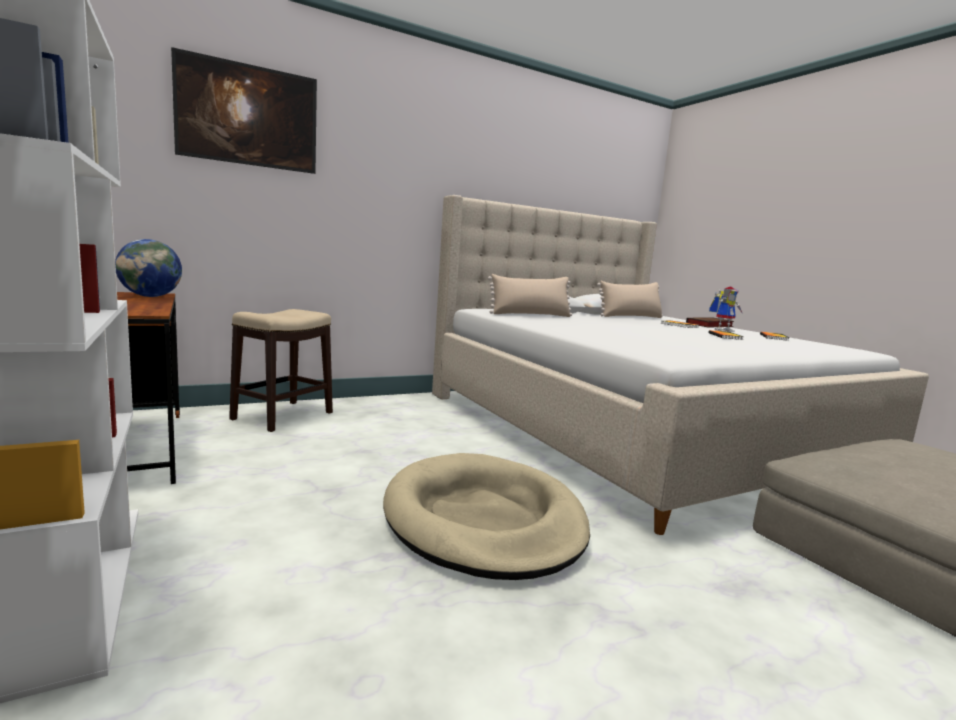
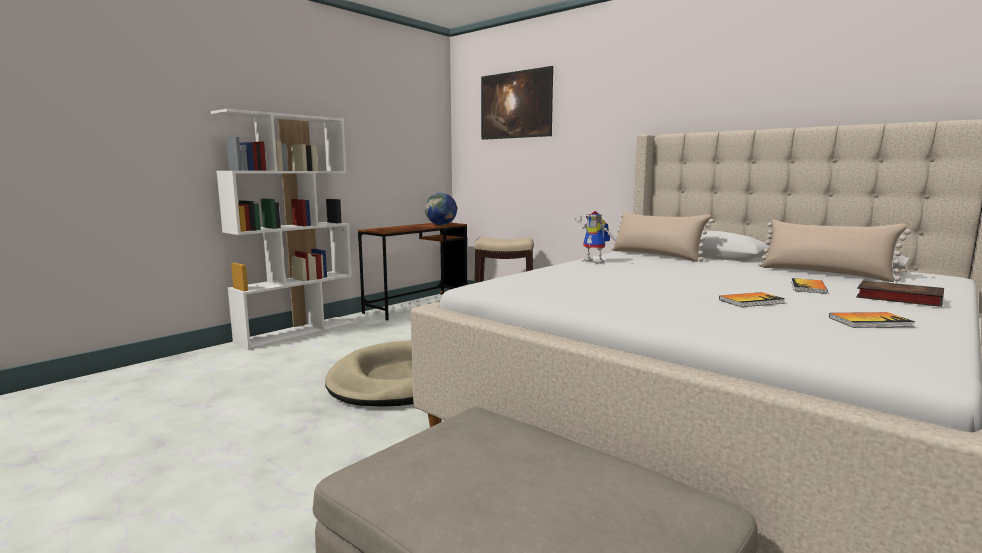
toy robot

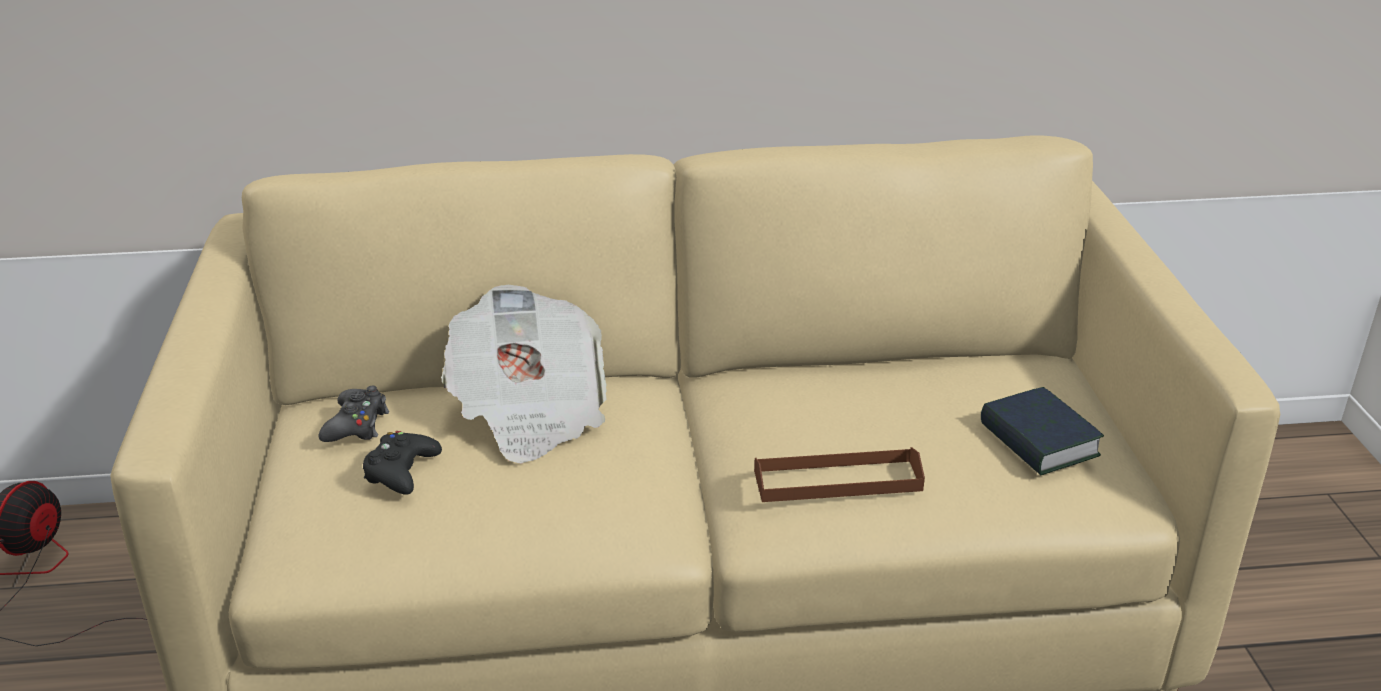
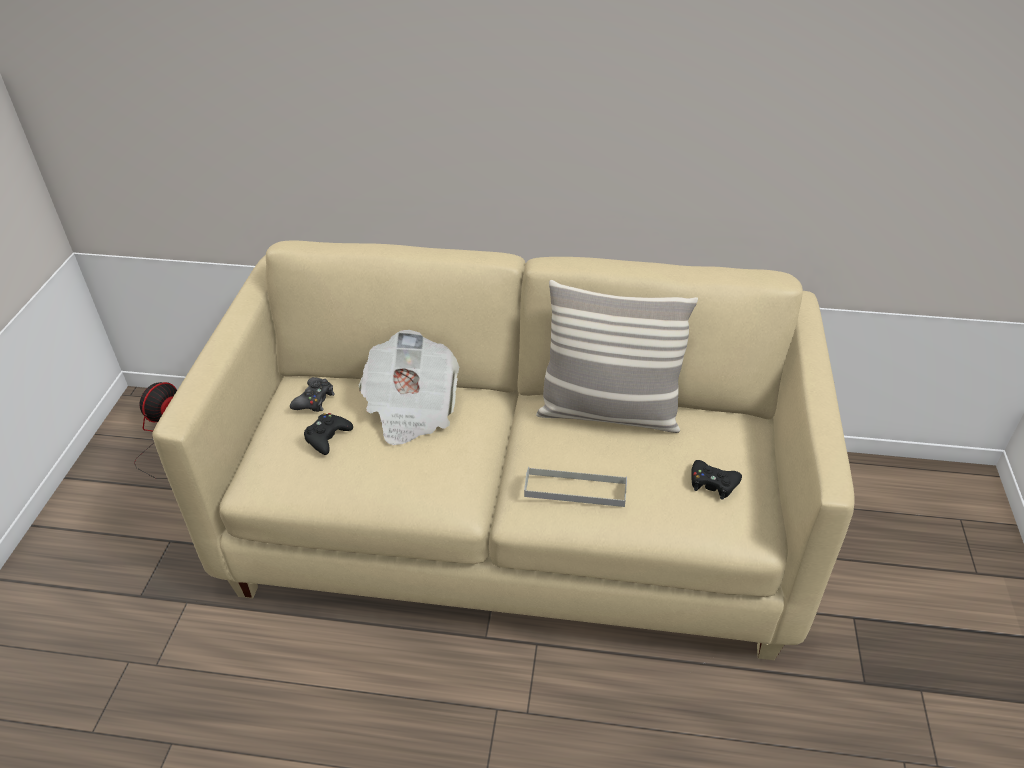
tray/grey
game controller/black (no. 3 from left)
pillow

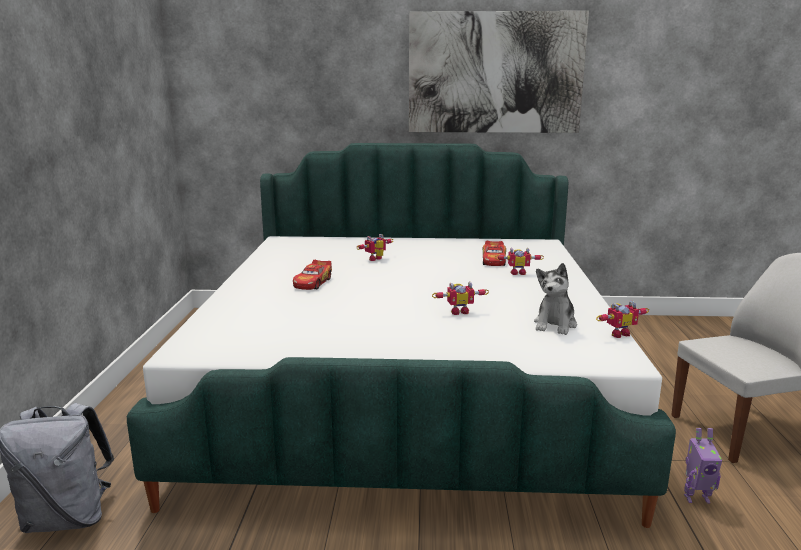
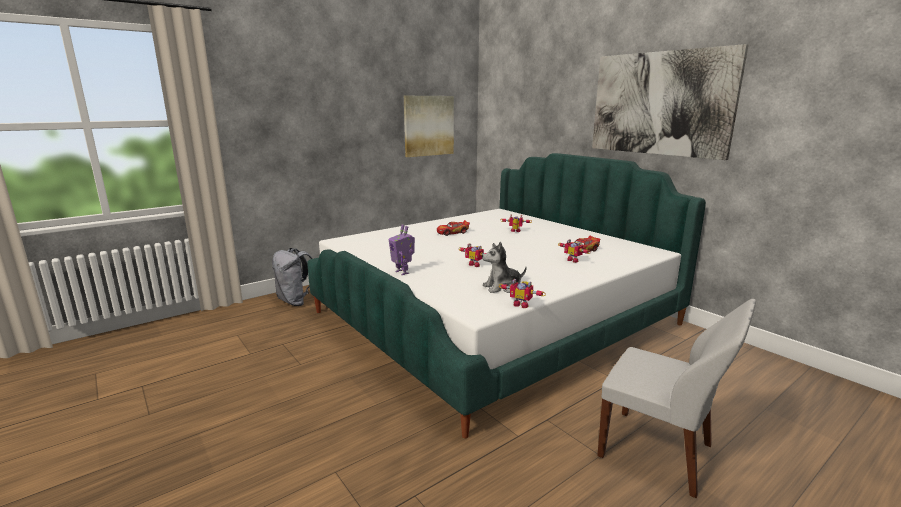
toy robot (no. 1 from left)
picture (no. 1 from left)

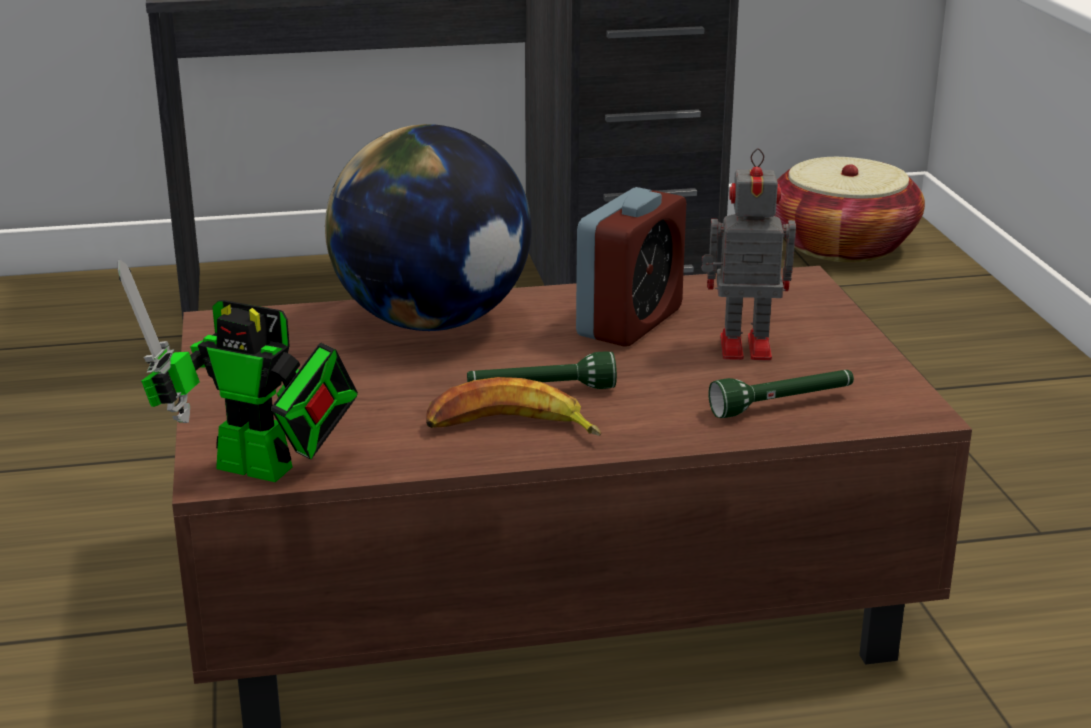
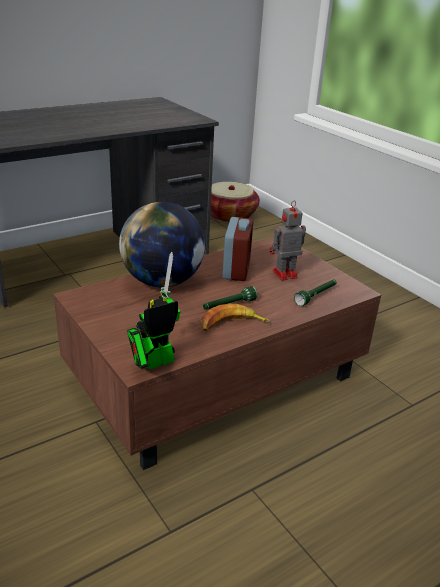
toy robot (no. 1 from left)

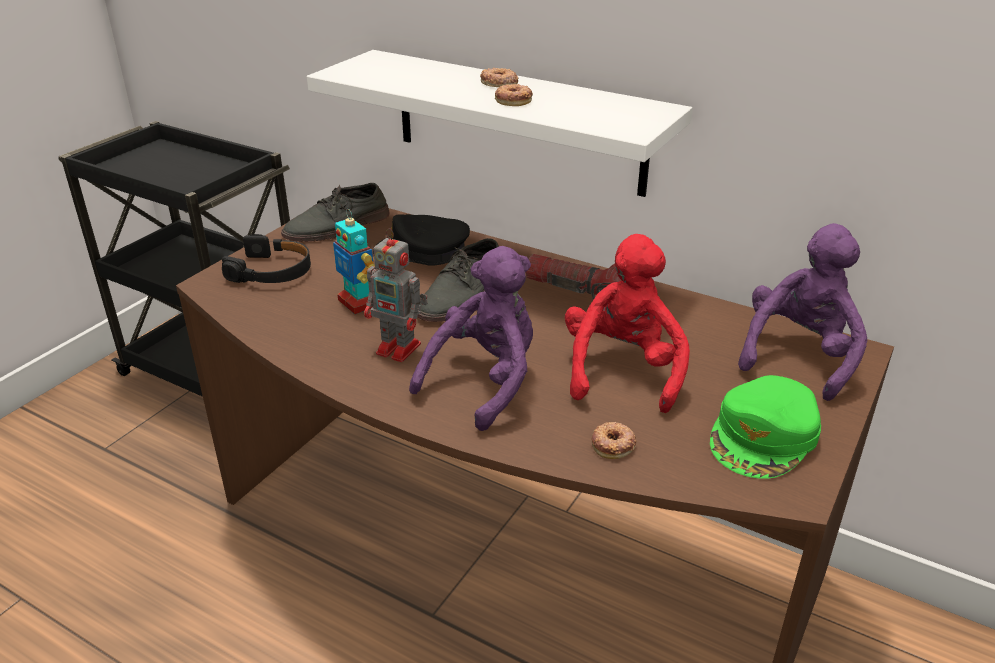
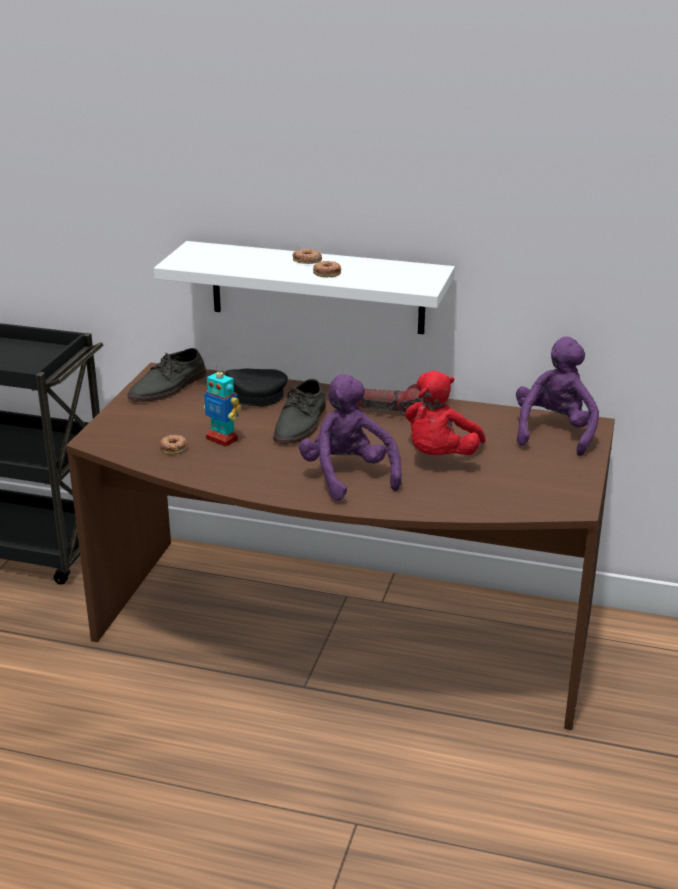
headphones/black
toy robot (no. 2 from left in the first image)
plush toy/purple (no. 1 from left)
plush toy/red
donut (no. 1 from left)
cap/green

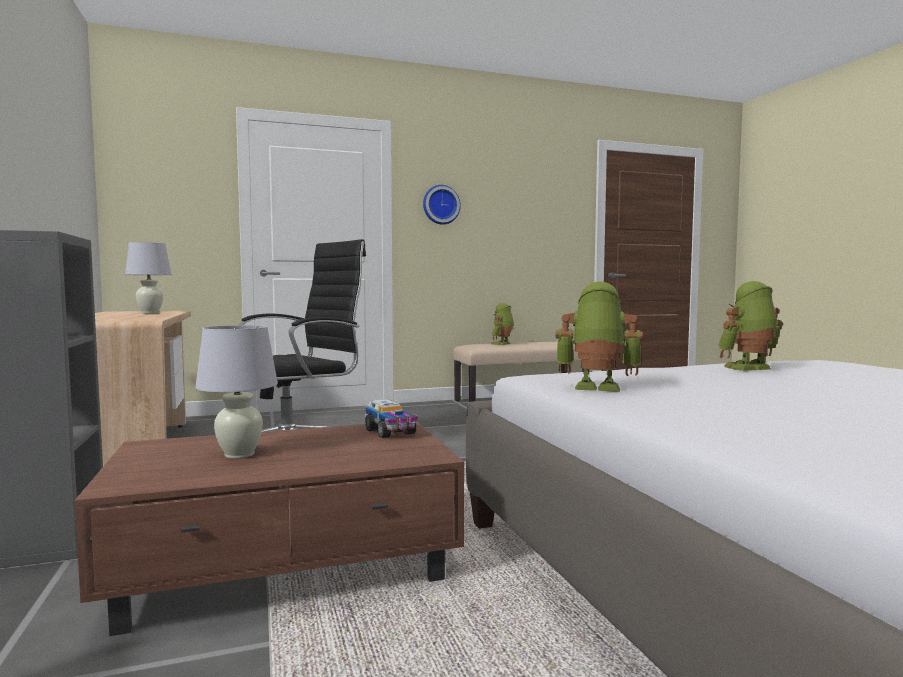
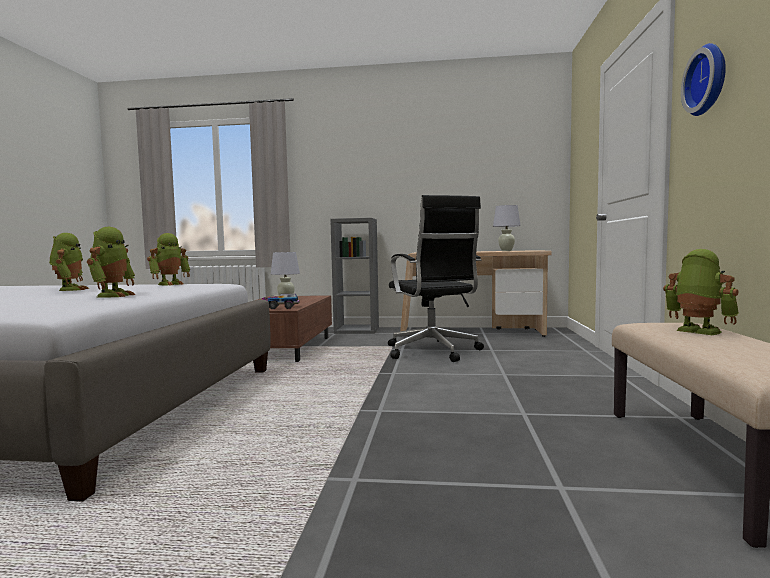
toy robot (no. 1 from left)

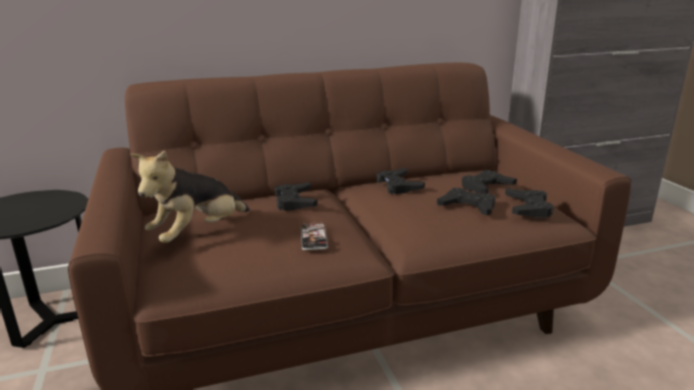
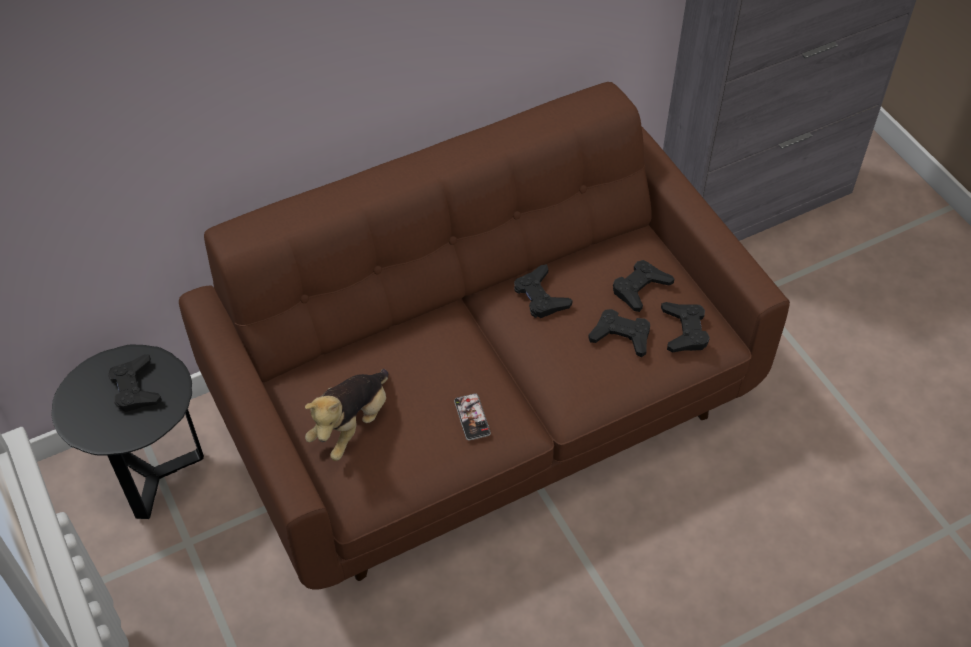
game controller/black (no. 1 from left)

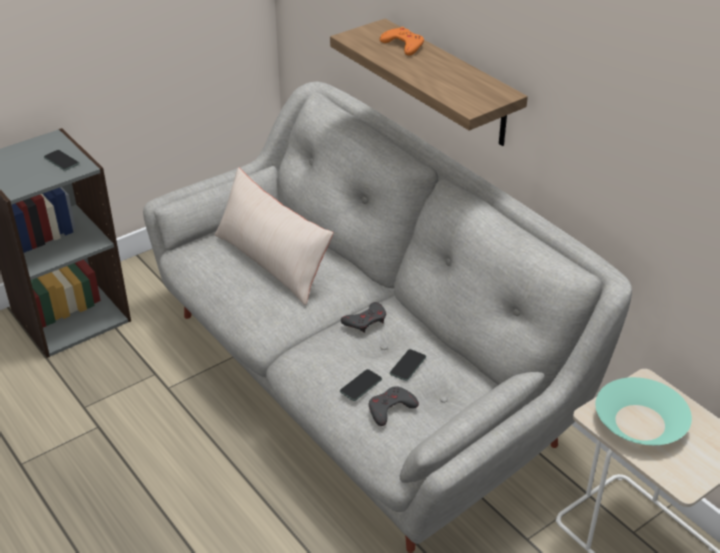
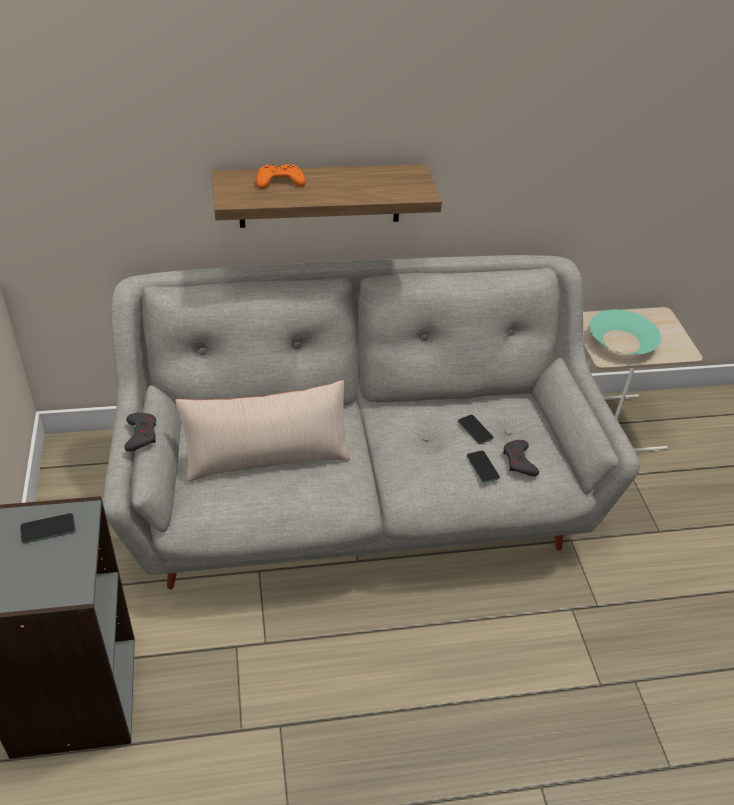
game controller/grey (no. 1 from left)

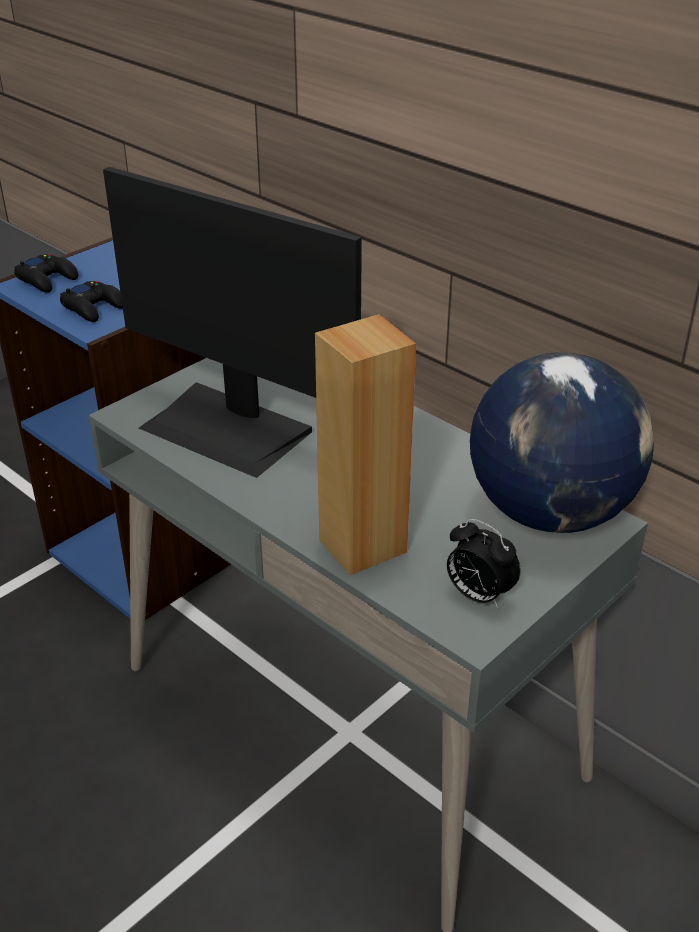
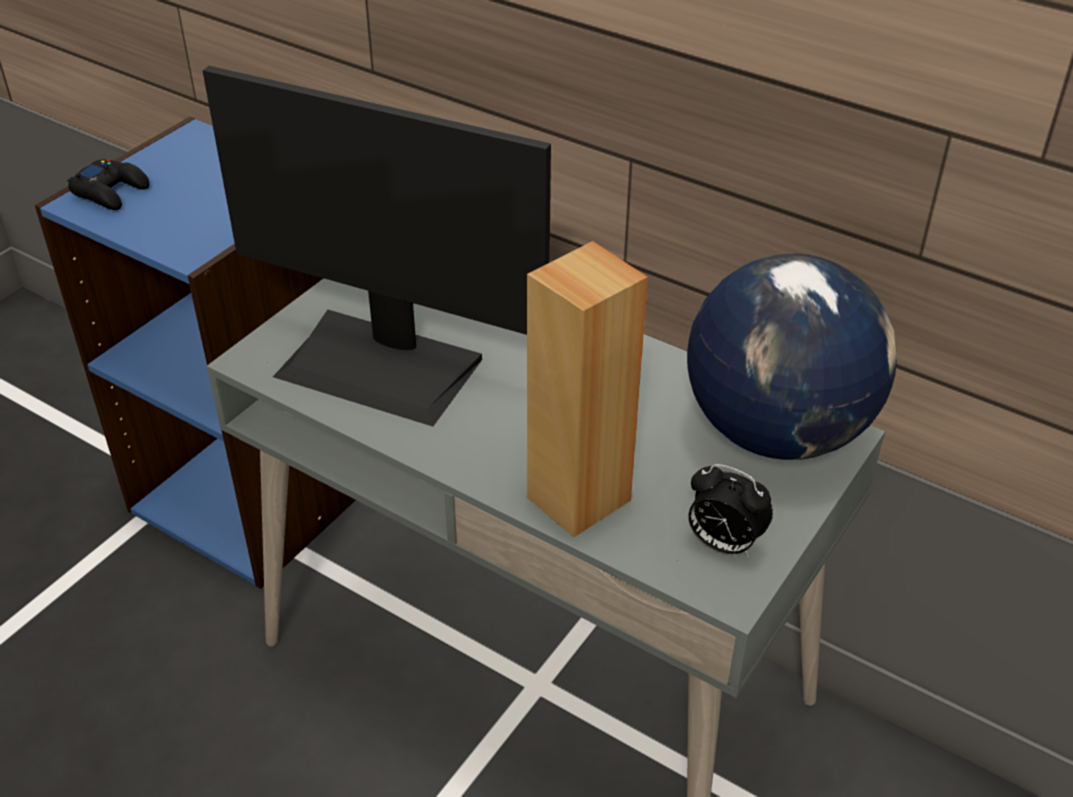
game controller/black (no. 2 from left in the first image)

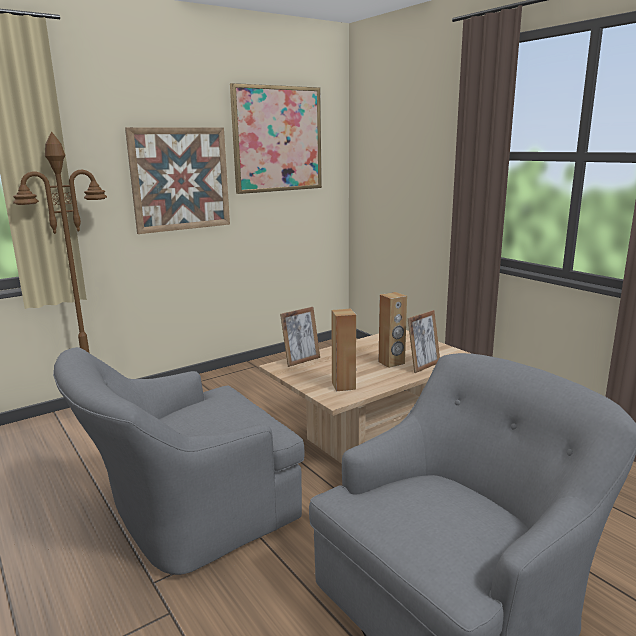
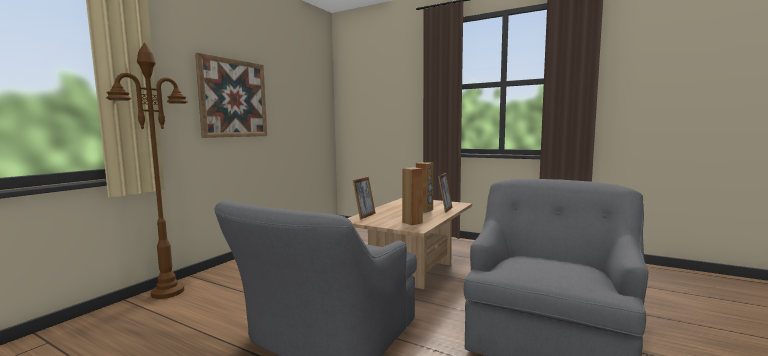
picture (no. 2 from left in the first image)

